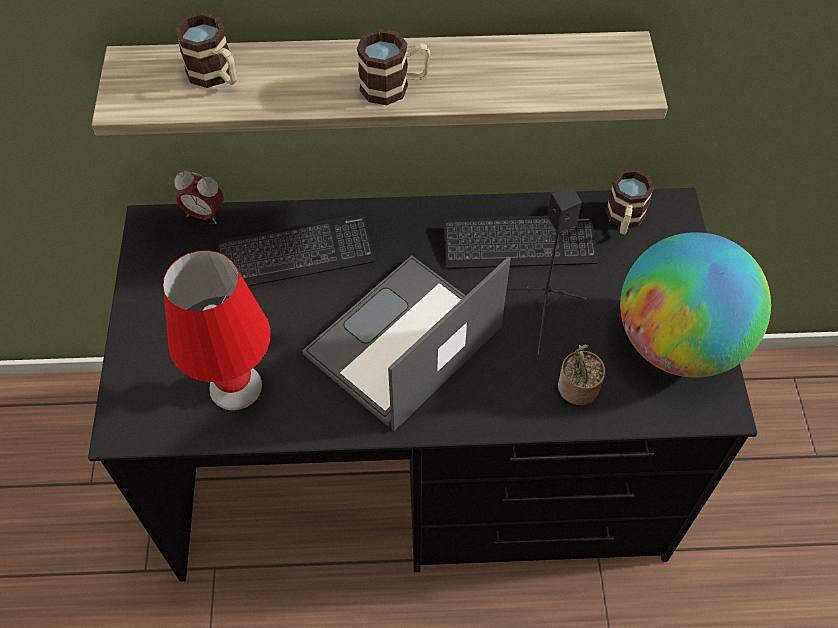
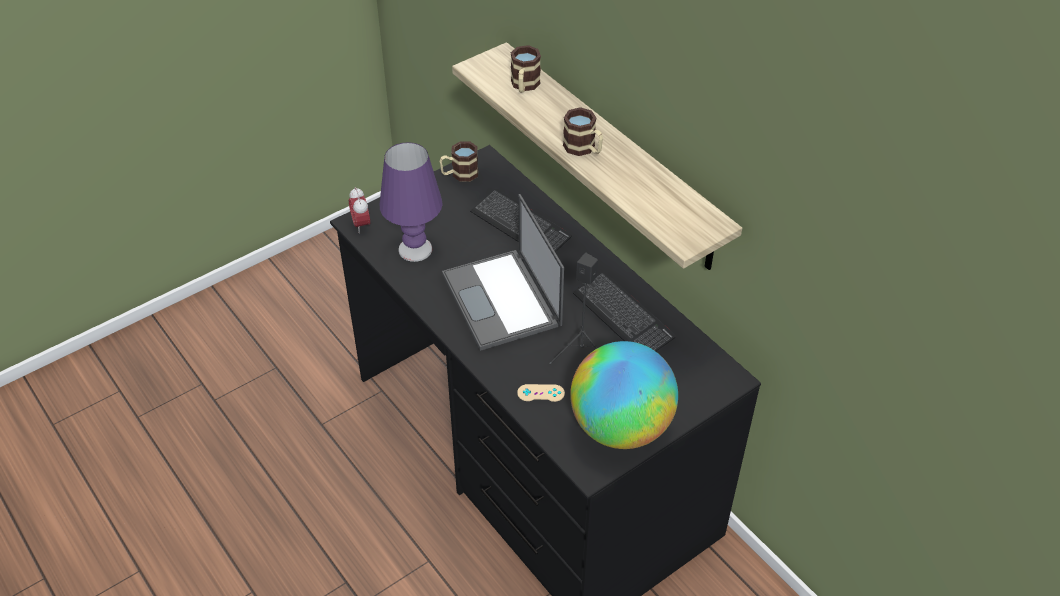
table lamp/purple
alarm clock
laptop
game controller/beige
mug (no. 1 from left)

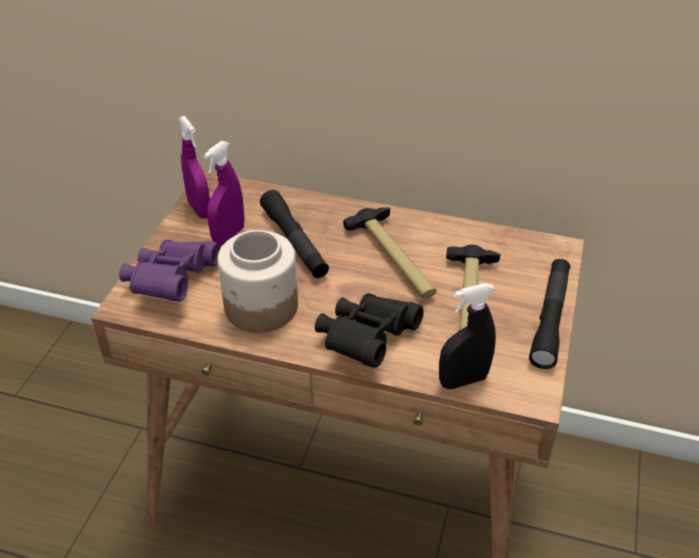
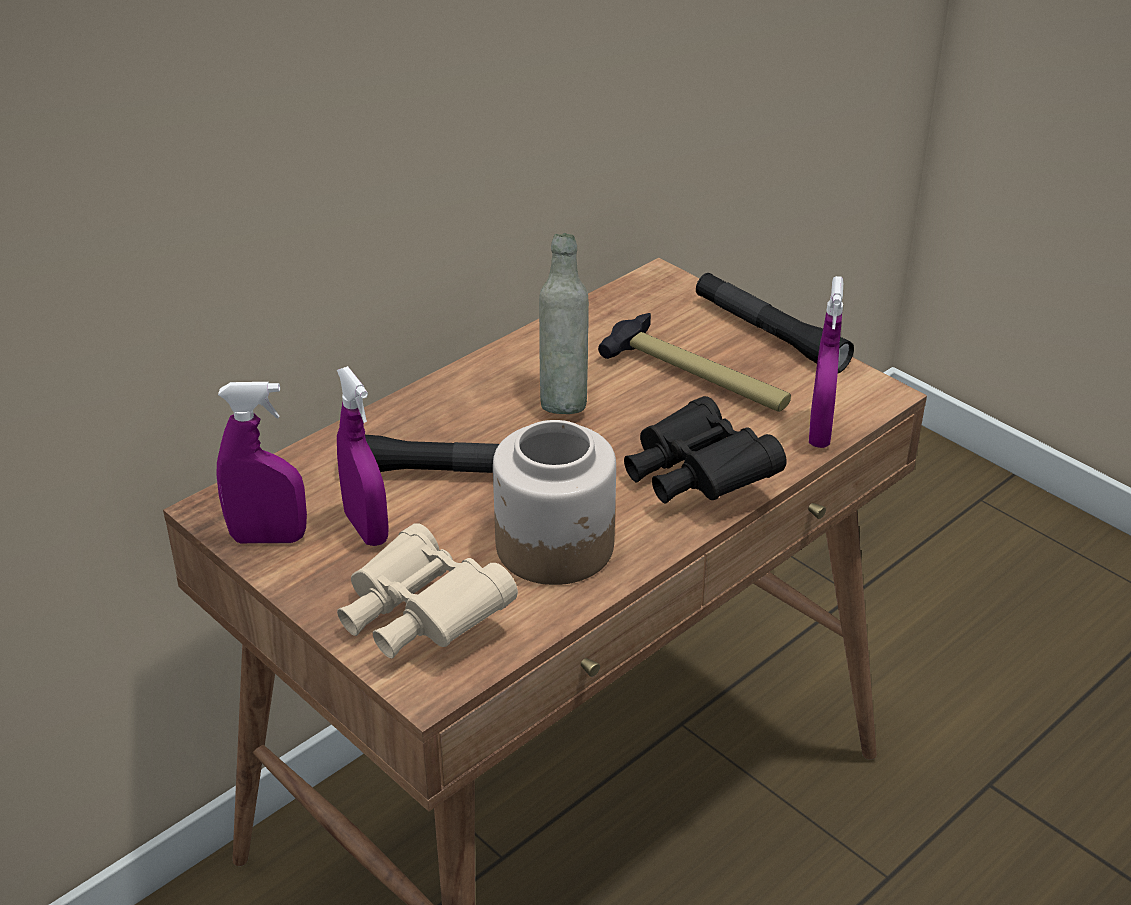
binoculars/beige
bottle/grey
spray bottle/purple (no. 3 from left)

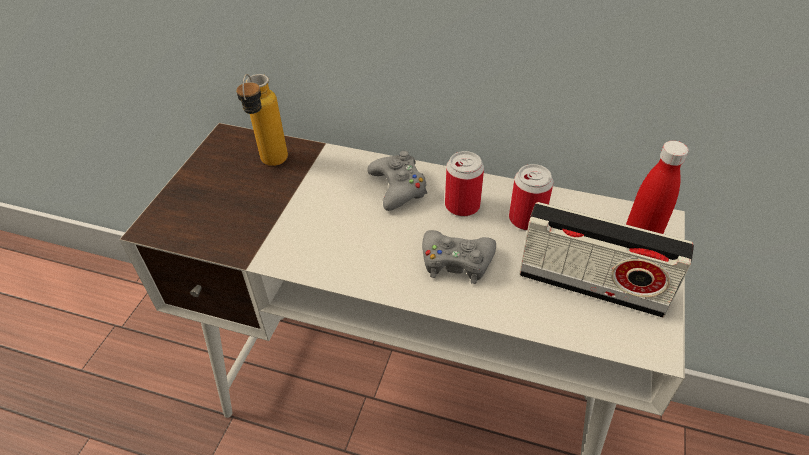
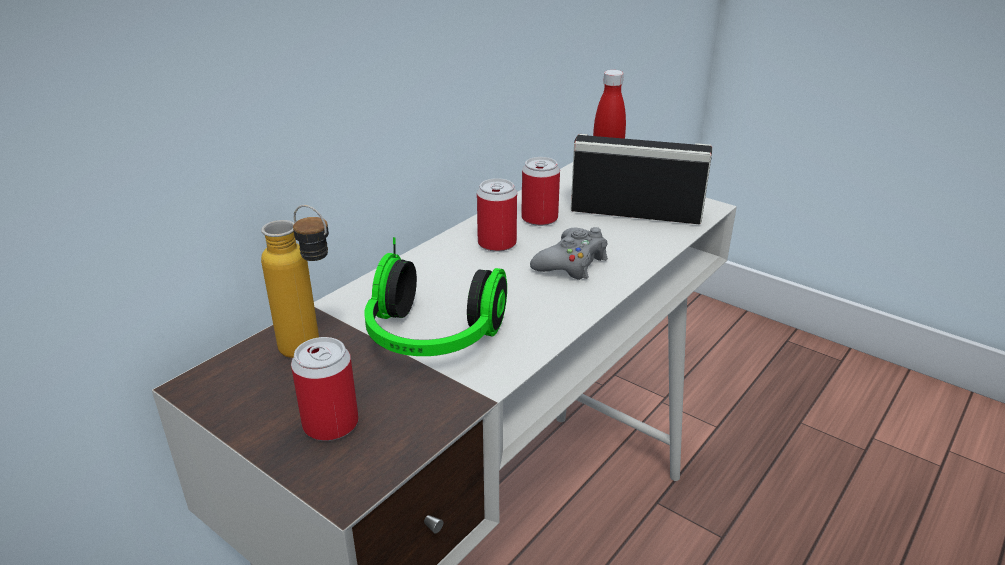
game controller/grey (no. 1 from left in the first image)
radio
can (no. 1 from left)
headphones

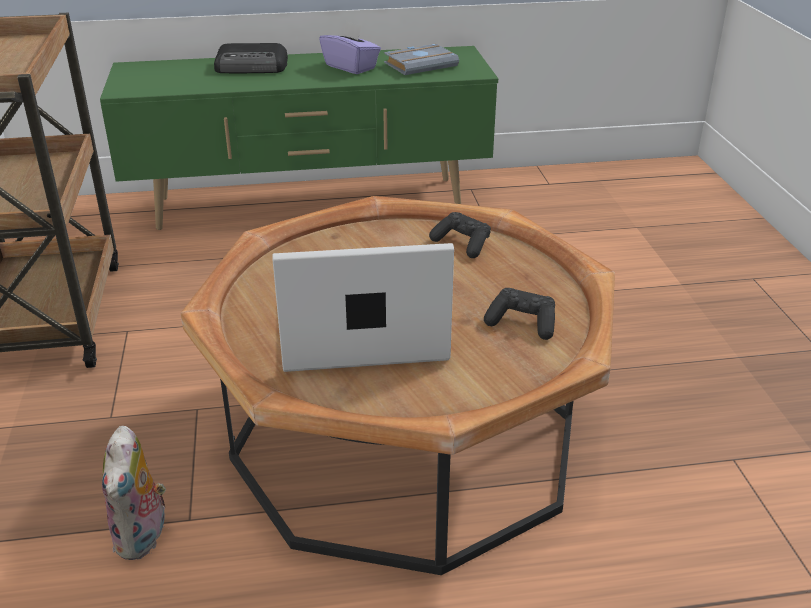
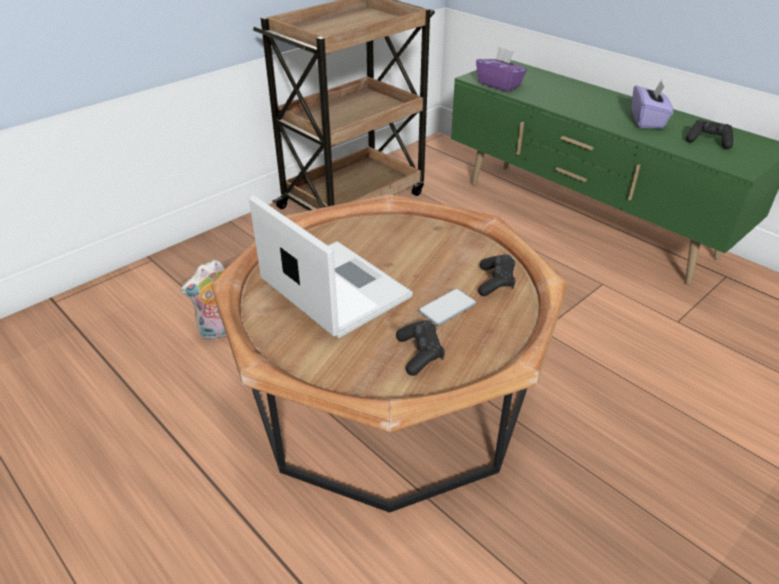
radio
game controller/black (no. 3 from left)
phone
tissue box/purple (no. 1 from left)

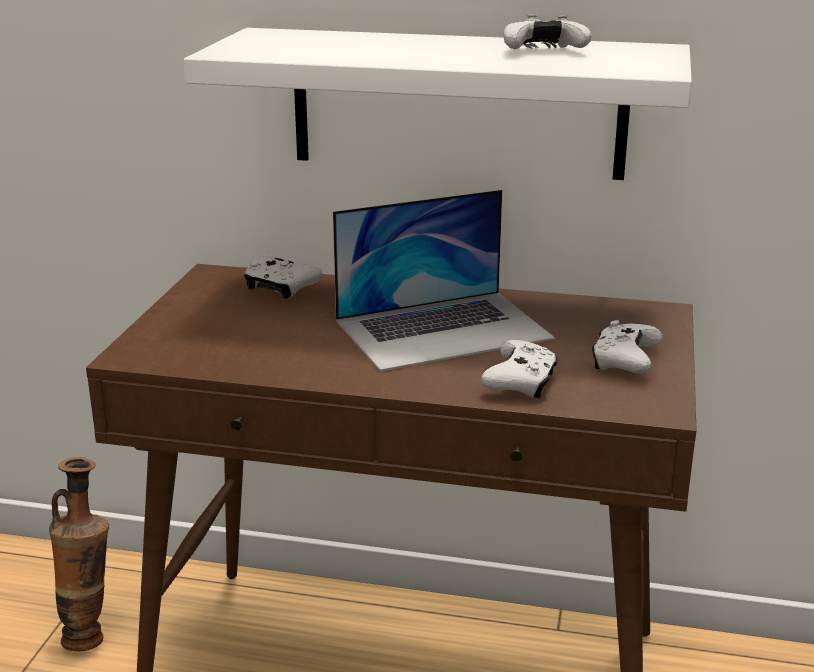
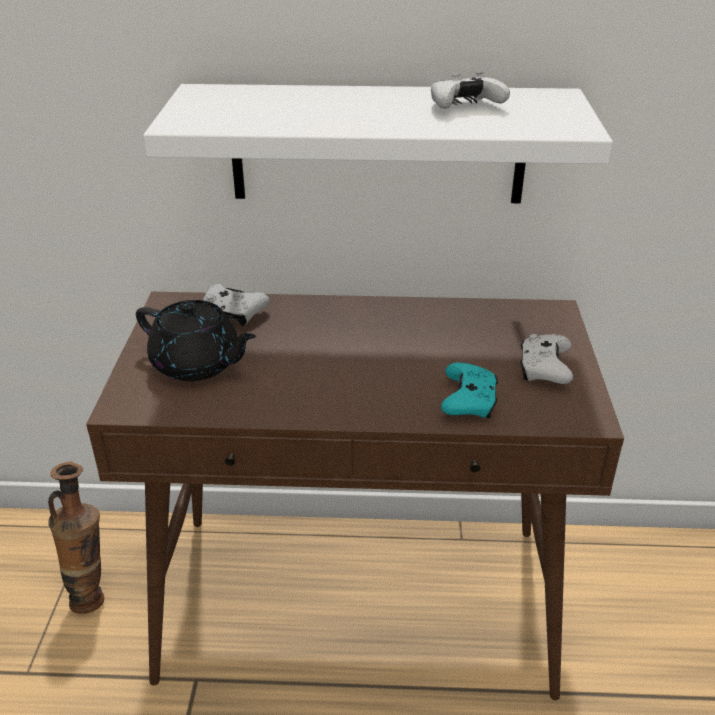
laptop
game controller/turquoise
teapot/black

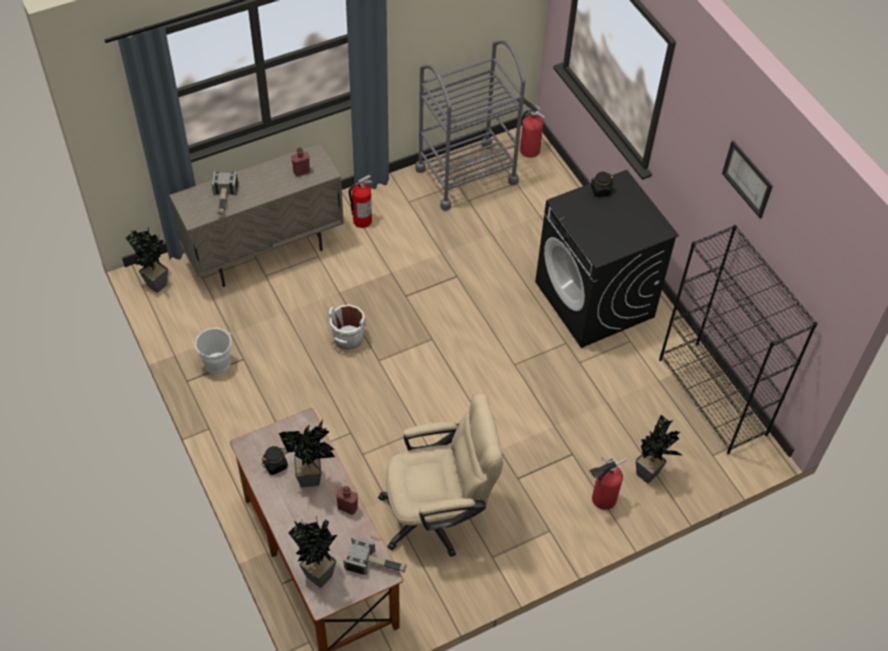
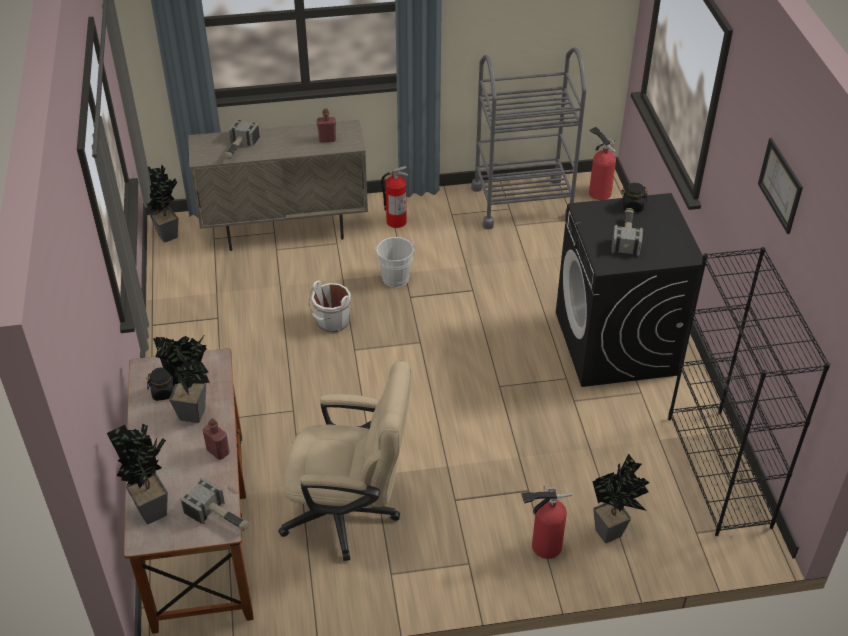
bucket/white (no. 2 from left)
hammer (no. 3 from left)

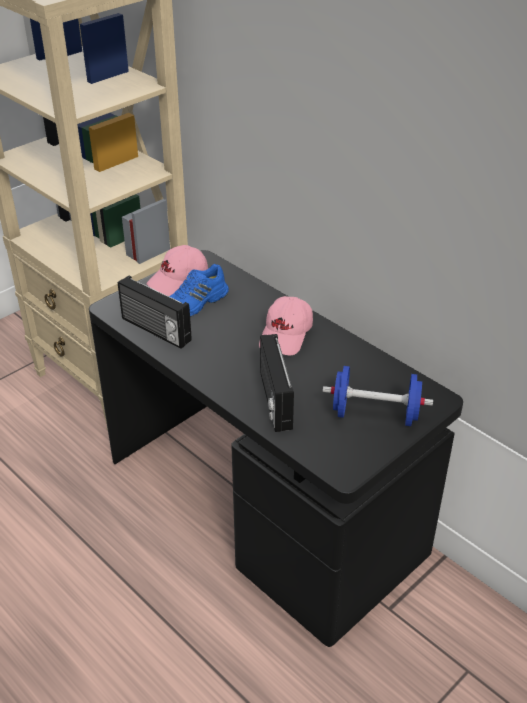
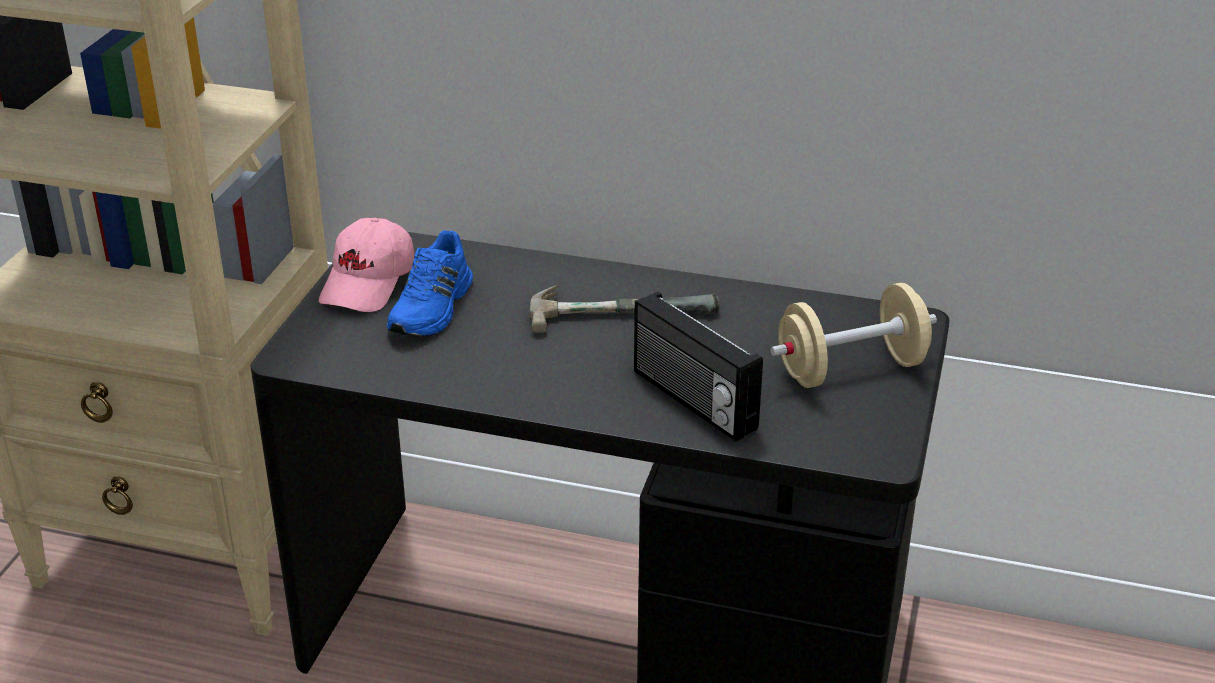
radio (no. 1 from left in the first image)
hammer
dumbbell/beige

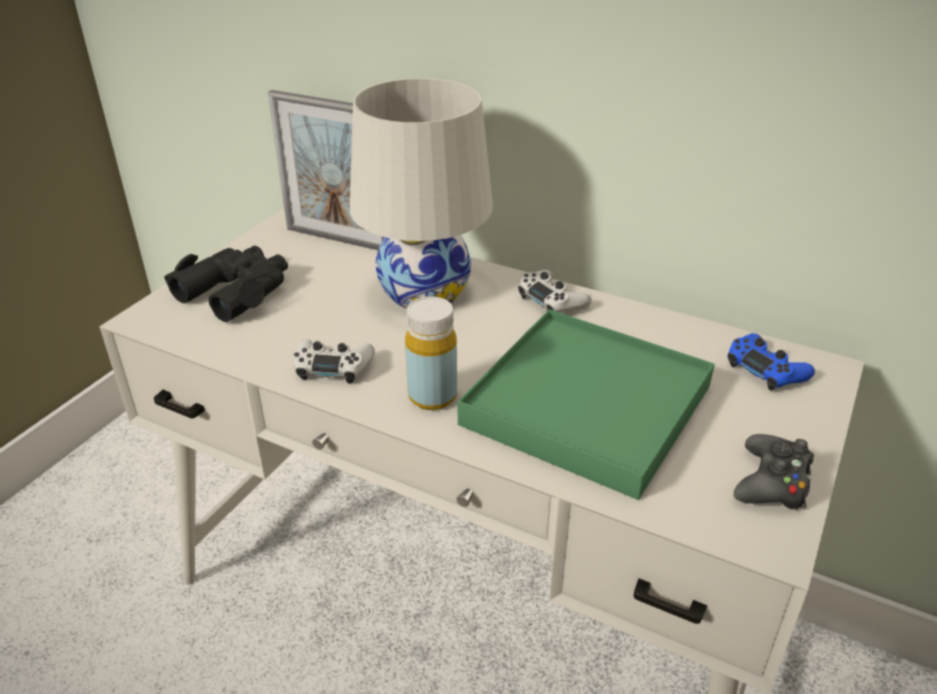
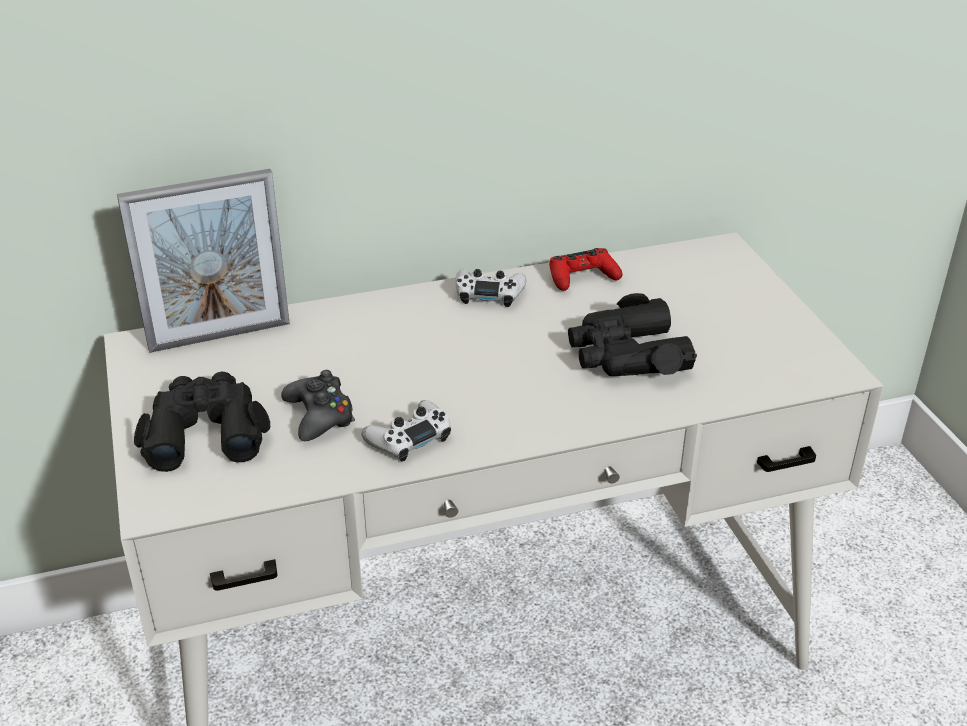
table lamp/white
bottle/yellow
binoculars/black (no. 2 from left)
game controller/blue
game controller/black
game controller/red

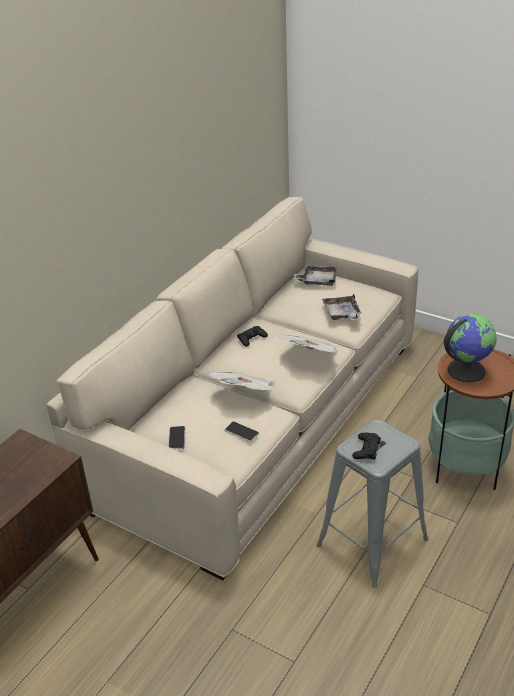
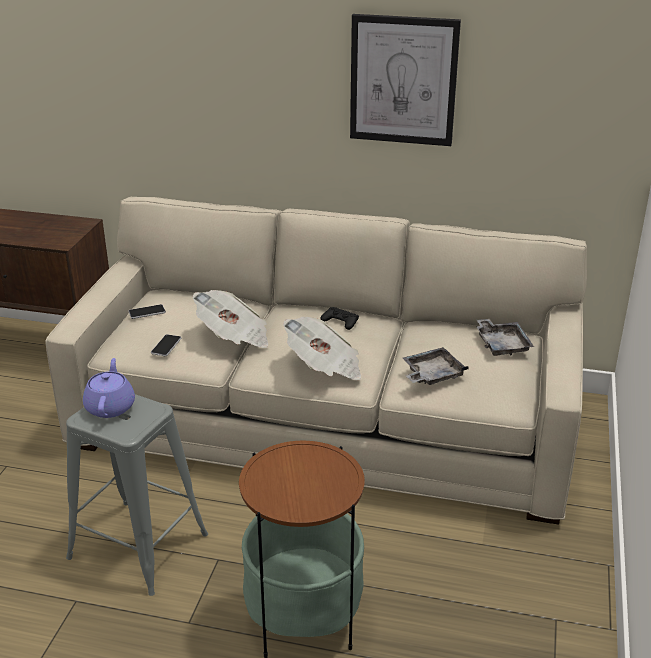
teapot/purple
globe
picture

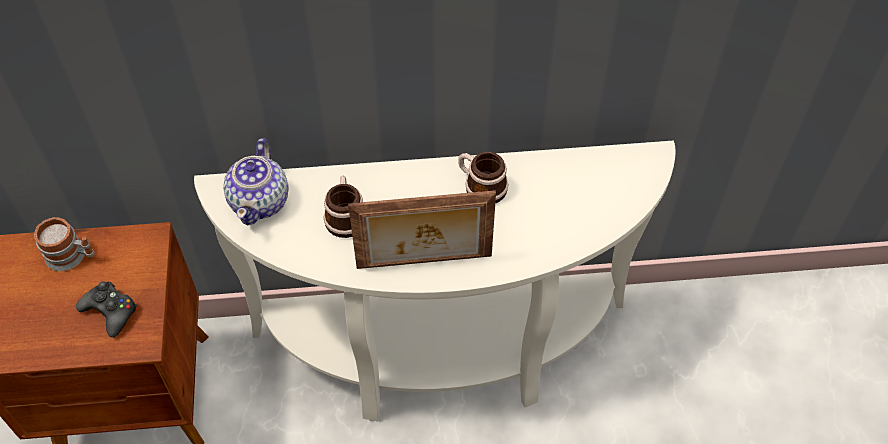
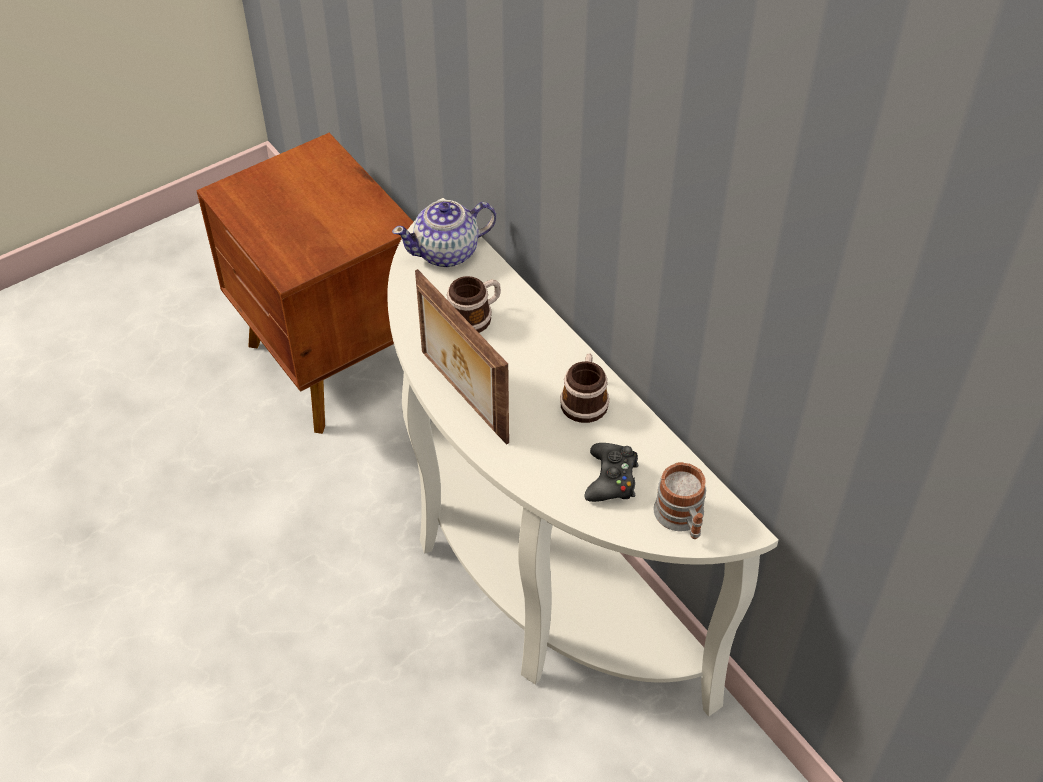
mug (no. 3 from left)
game controller/black

